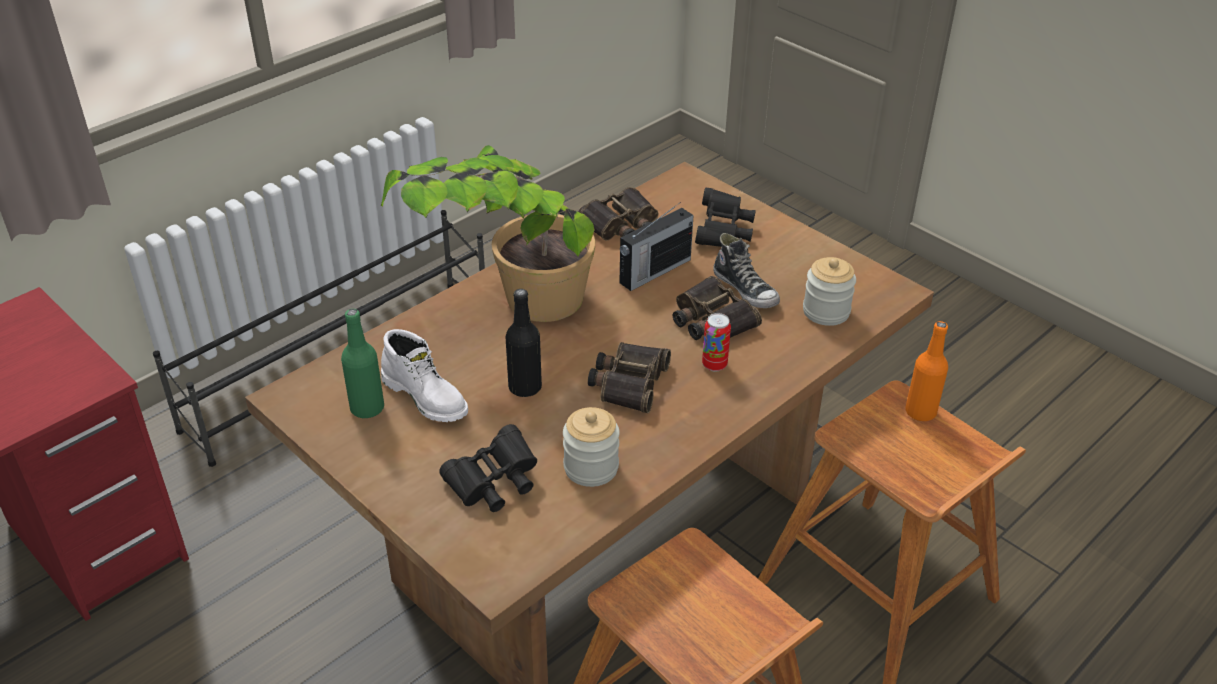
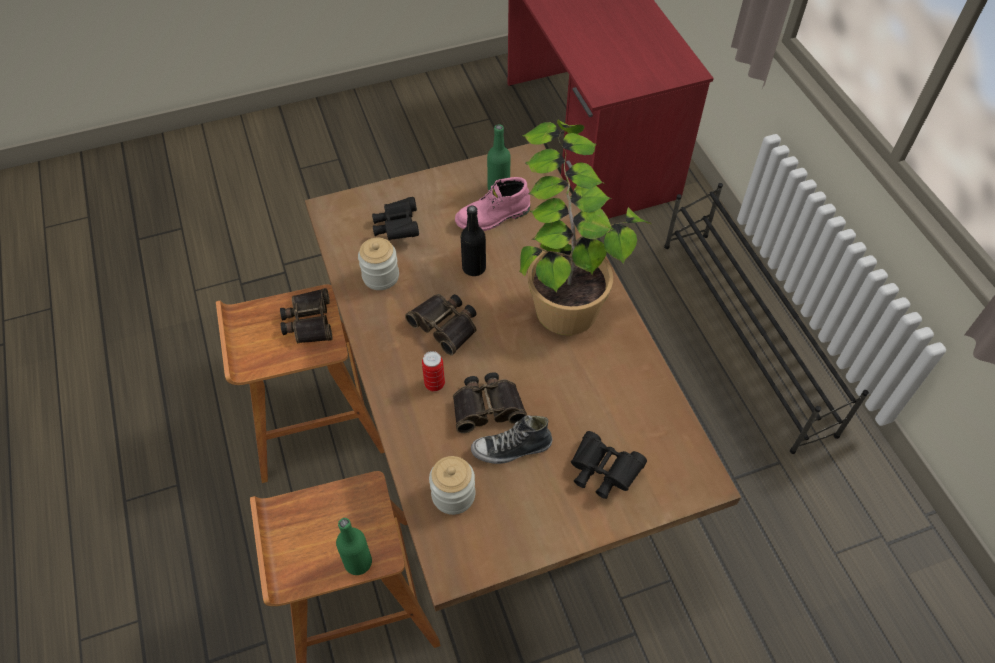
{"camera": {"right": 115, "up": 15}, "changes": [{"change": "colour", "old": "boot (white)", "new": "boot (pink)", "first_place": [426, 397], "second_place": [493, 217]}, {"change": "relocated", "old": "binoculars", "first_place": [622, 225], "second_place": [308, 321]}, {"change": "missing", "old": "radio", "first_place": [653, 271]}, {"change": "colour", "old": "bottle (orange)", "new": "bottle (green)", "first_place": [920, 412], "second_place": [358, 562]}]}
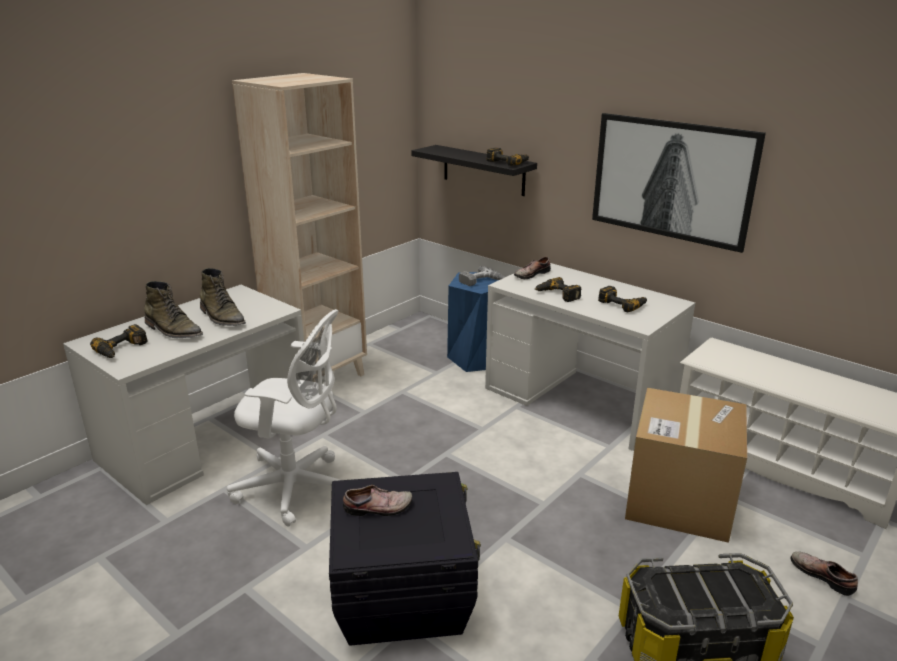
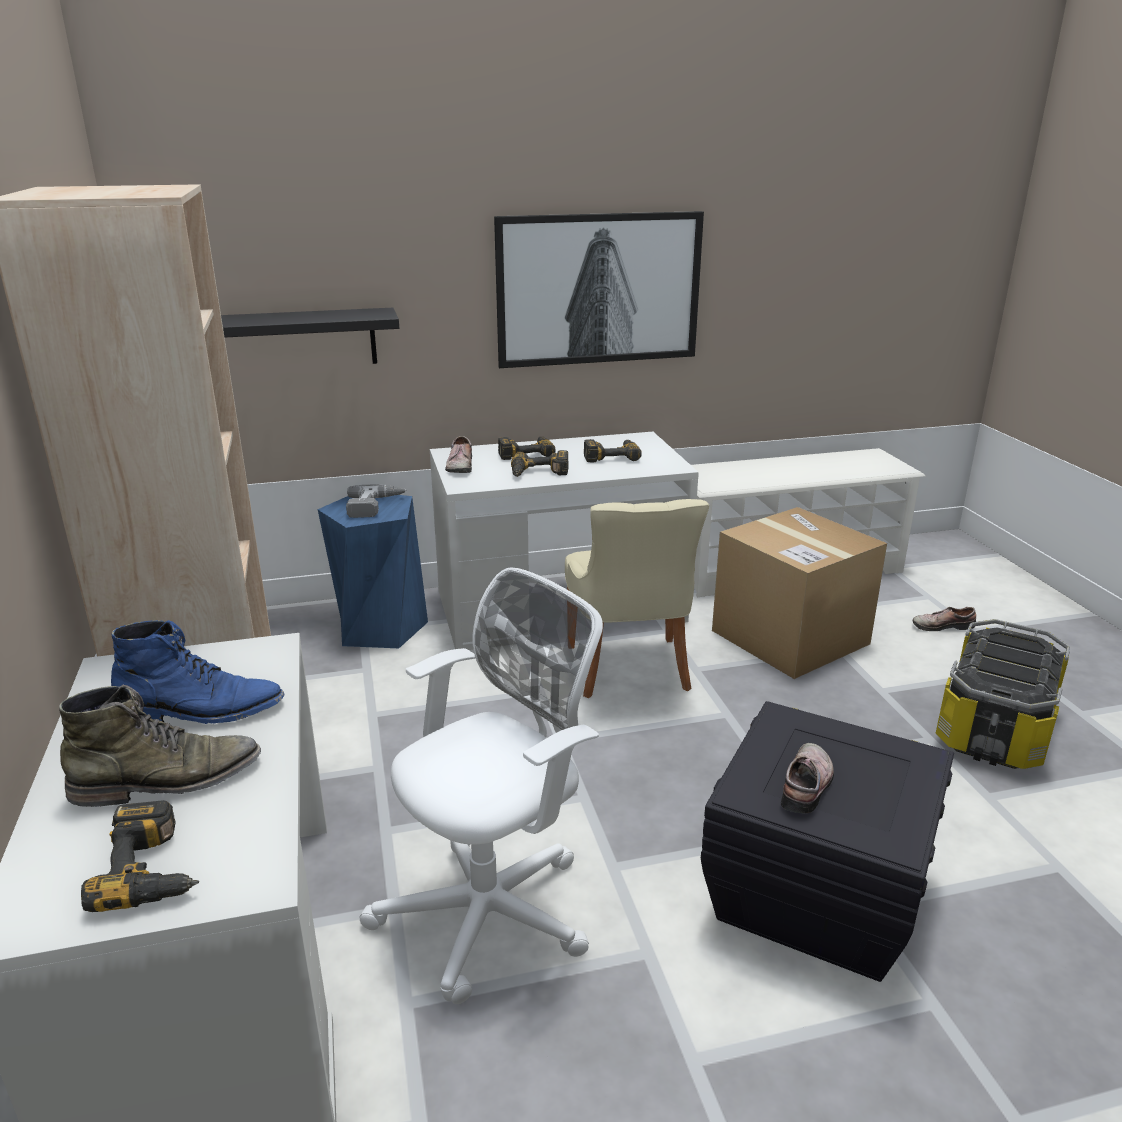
{"camera": {"right": -55, "up": 0}, "changes": [{"change": "colour", "old": "boot (green)", "new": "boot (blue)", "first_place": [222, 317], "second_place": [202, 711]}, {"change": "relocated", "old": "power drill", "first_place": [508, 162], "second_place": [525, 453]}, {"change": "appeared", "new": "chair (beige)", "second_place": [629, 670]}]}
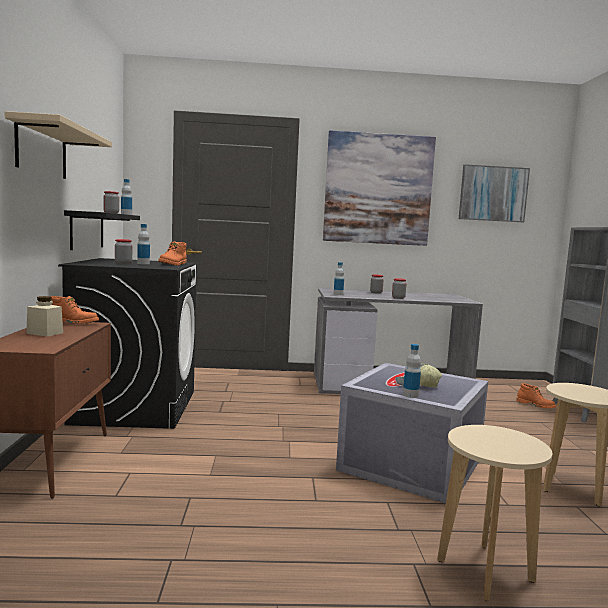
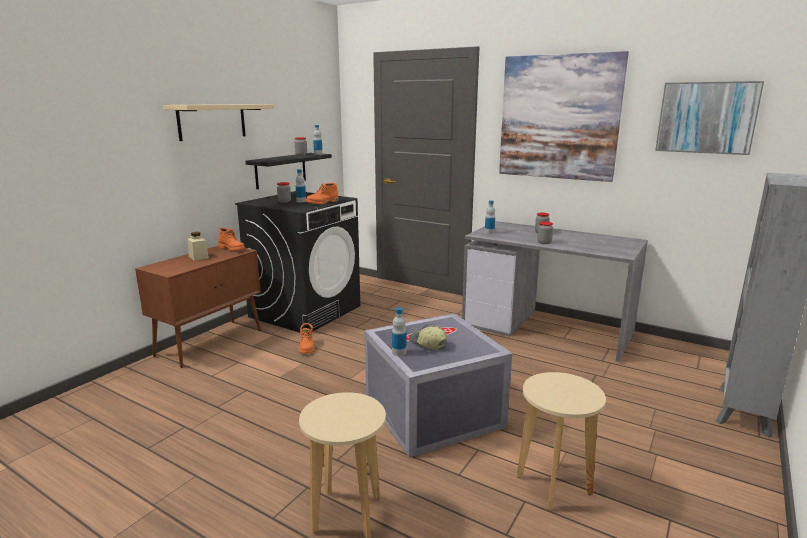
{"camera": {"right": 35, "up": 10}, "changes": [{"change": "relocated", "old": "boot (orange)", "first_place": [536, 405], "second_place": [307, 347]}]}
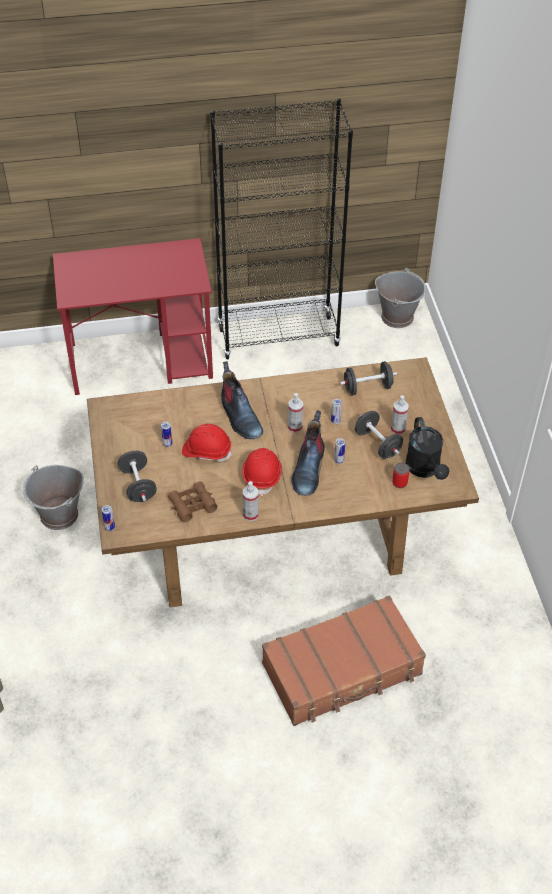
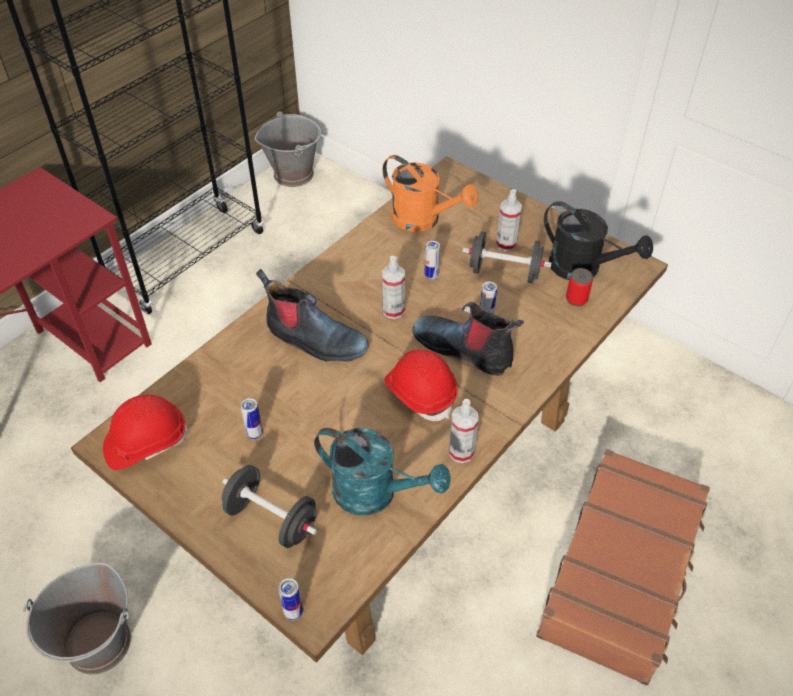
{"camera": {"right": -40, "up": 0}, "changes": [{"change": "exchanged", "old": "binoculars (brown)", "new": "watering can (turquoise)", "first_place": [192, 505], "second_place": [375, 493]}, {"change": "relocated", "old": "hard hat (red)", "first_place": [206, 451], "second_place": [146, 442]}, {"change": "spun", "old": "boot", "first_place": [308, 469], "second_place": [464, 349], "degrees": 150}, {"change": "exchanged", "old": "dumbbell (black)", "new": "watering can (orange)", "first_place": [367, 388], "second_place": [423, 220]}]}
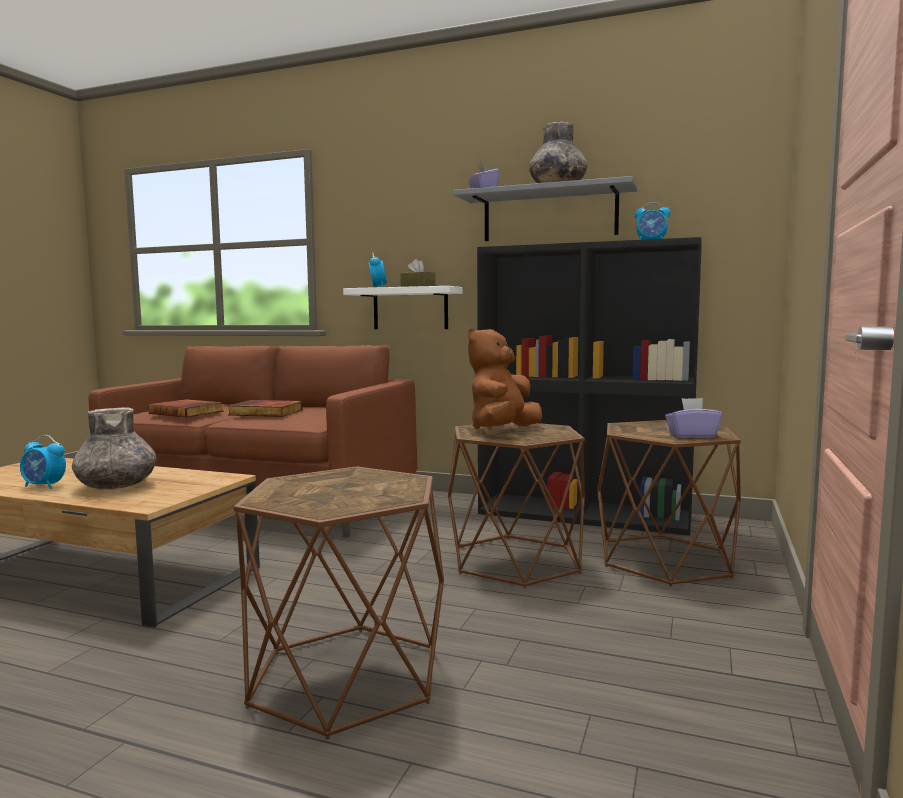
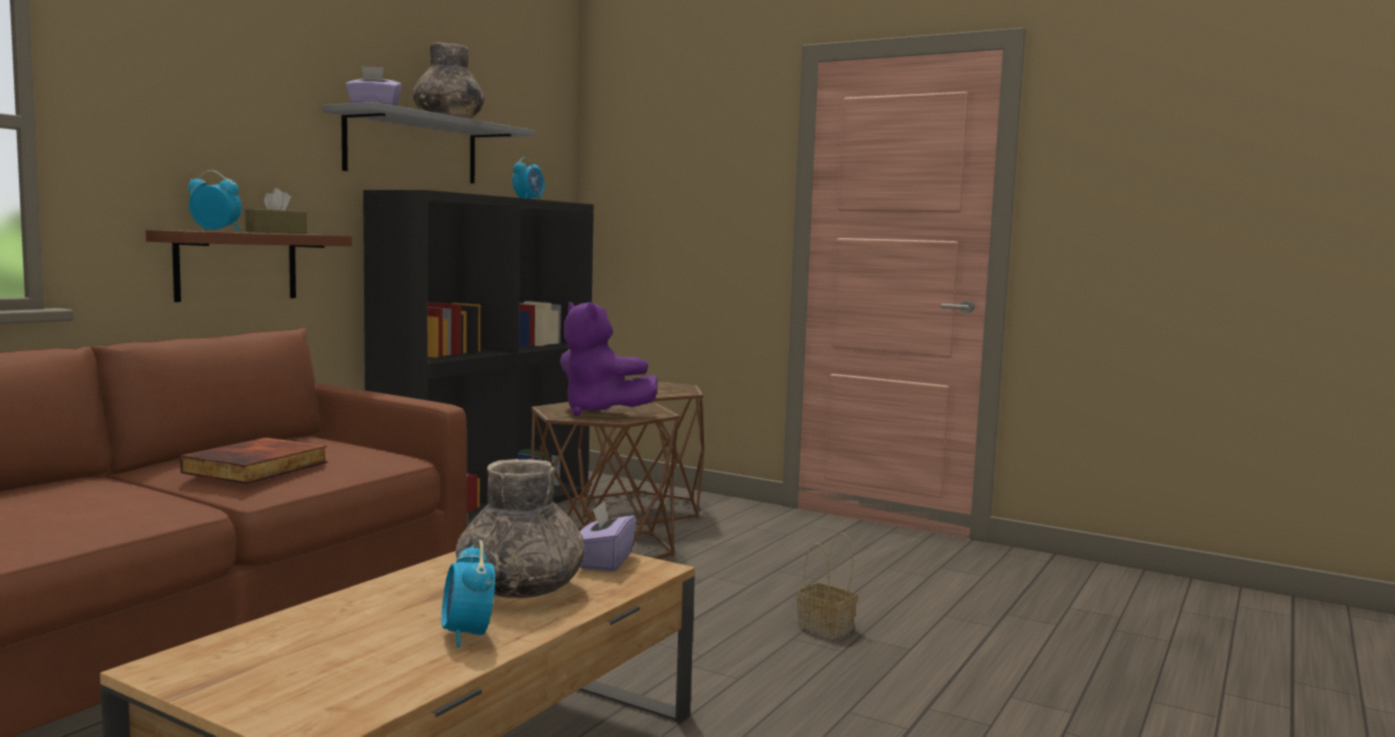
{"camera": {"right": -80, "up": 0}, "changes": [{"change": "spun", "old": "alarm clock", "first_place": [44, 486], "second_place": [467, 635], "degrees": 135}, {"change": "missing", "old": "book", "first_place": [187, 412]}, {"change": "exchanged", "old": "side table (brown)", "new": "basket", "first_place": [345, 676], "second_place": [827, 627]}, {"change": "colour", "old": "shelf (white)", "new": "shelf (brown)", "first_place": [410, 308], "second_place": [236, 266]}, {"change": "colour", "old": "plush toy (brown)", "new": "plush toy (purple)", "first_place": [502, 431], "second_place": [599, 412]}, {"change": "relocated", "old": "tissue box (purple)", "first_place": [692, 435], "second_place": [604, 562]}]}
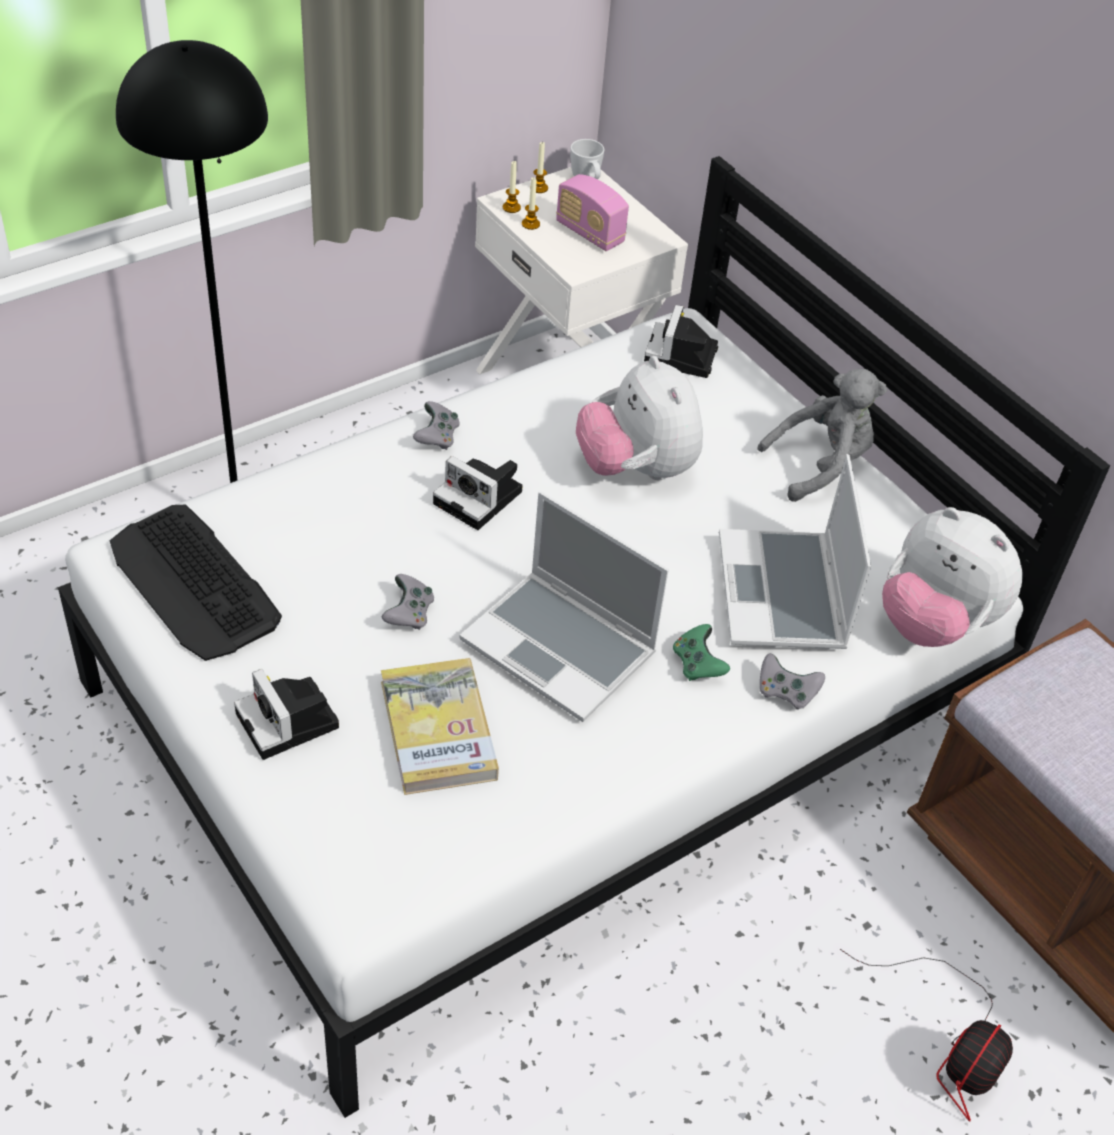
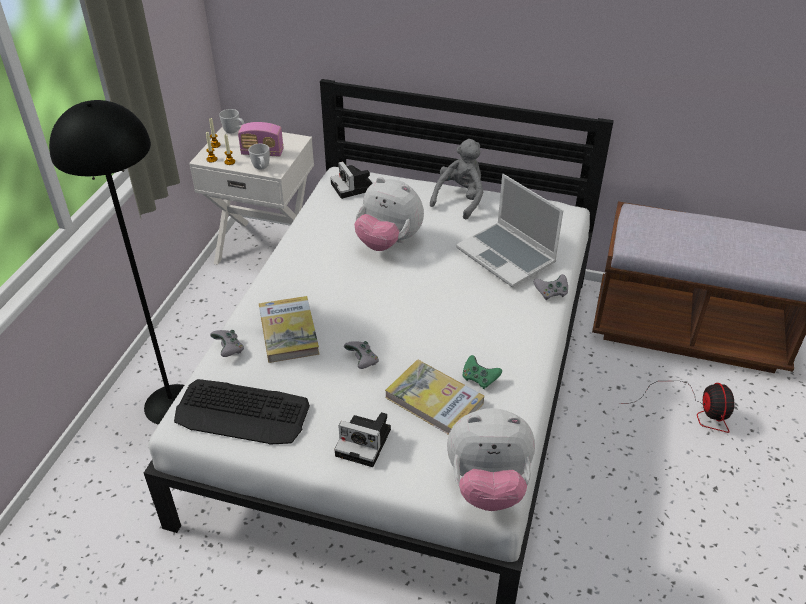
{"camera": {"right": -35, "up": -5}, "changes": [{"change": "relocated", "old": "game controller (grey)", "first_place": [437, 437], "second_place": [229, 349]}, {"change": "missing", "old": "photo camera", "first_place": [481, 498]}, {"change": "missing", "old": "laptop", "first_place": [561, 648]}, {"change": "relocated", "old": "game controller (green)", "first_place": [697, 664], "second_place": [479, 379]}, {"change": "relocated", "old": "plush toy", "first_place": [934, 623], "second_place": [488, 485]}, {"change": "appeared", "new": "mug (white)", "second_place": [262, 169]}, {"change": "appeared", "new": "book", "second_place": [288, 332]}]}
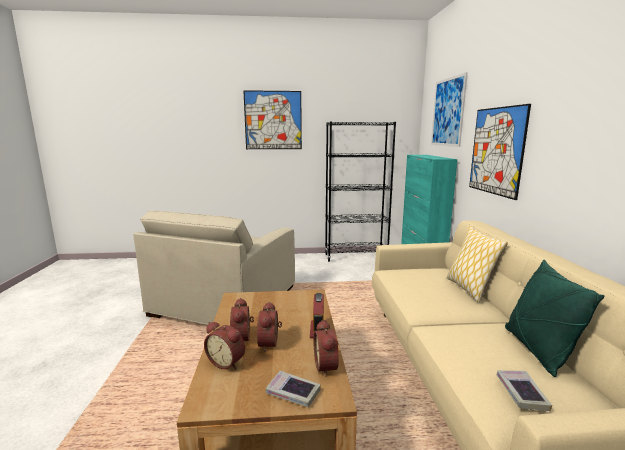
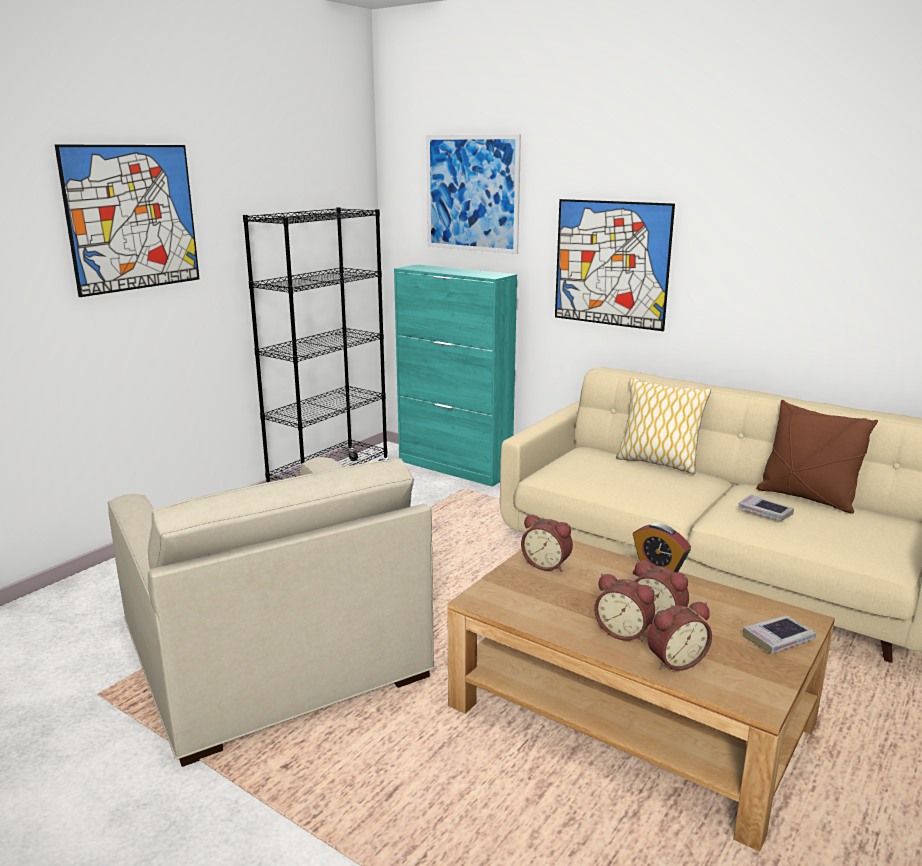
{"camera": {"right": -50, "up": 5}, "changes": [{"change": "relocated", "old": "alarm clock", "first_place": [327, 366], "second_place": [547, 564]}, {"change": "relocated", "old": "book", "first_place": [521, 393], "second_place": [765, 512]}, {"change": "colour", "old": "pillow (green)", "new": "pillow (brown)", "first_place": [537, 350], "second_place": [807, 498]}]}
